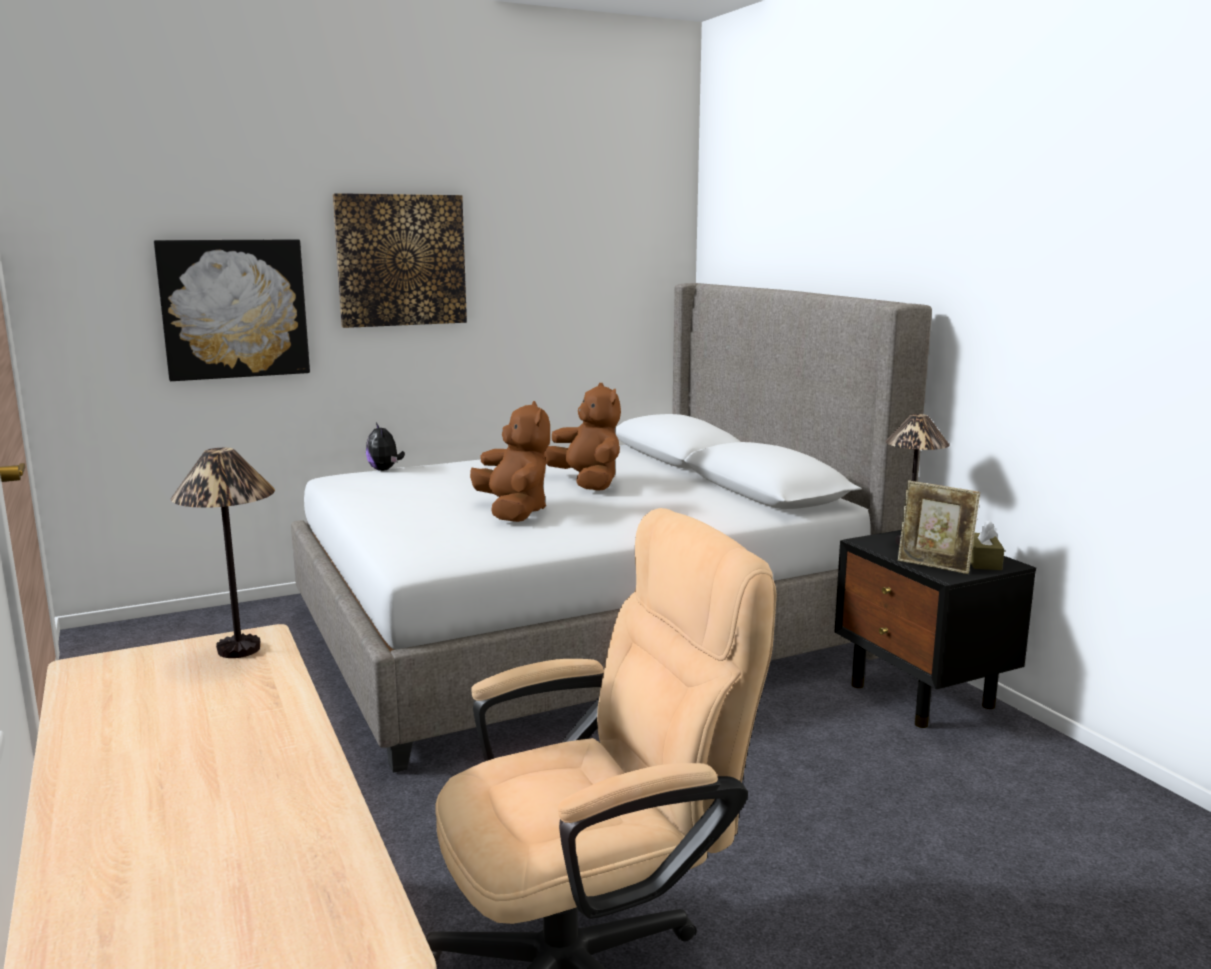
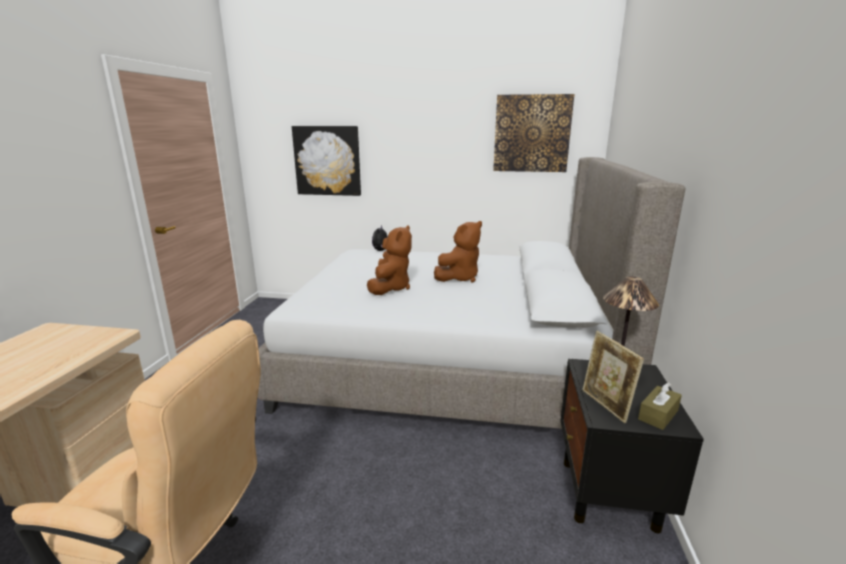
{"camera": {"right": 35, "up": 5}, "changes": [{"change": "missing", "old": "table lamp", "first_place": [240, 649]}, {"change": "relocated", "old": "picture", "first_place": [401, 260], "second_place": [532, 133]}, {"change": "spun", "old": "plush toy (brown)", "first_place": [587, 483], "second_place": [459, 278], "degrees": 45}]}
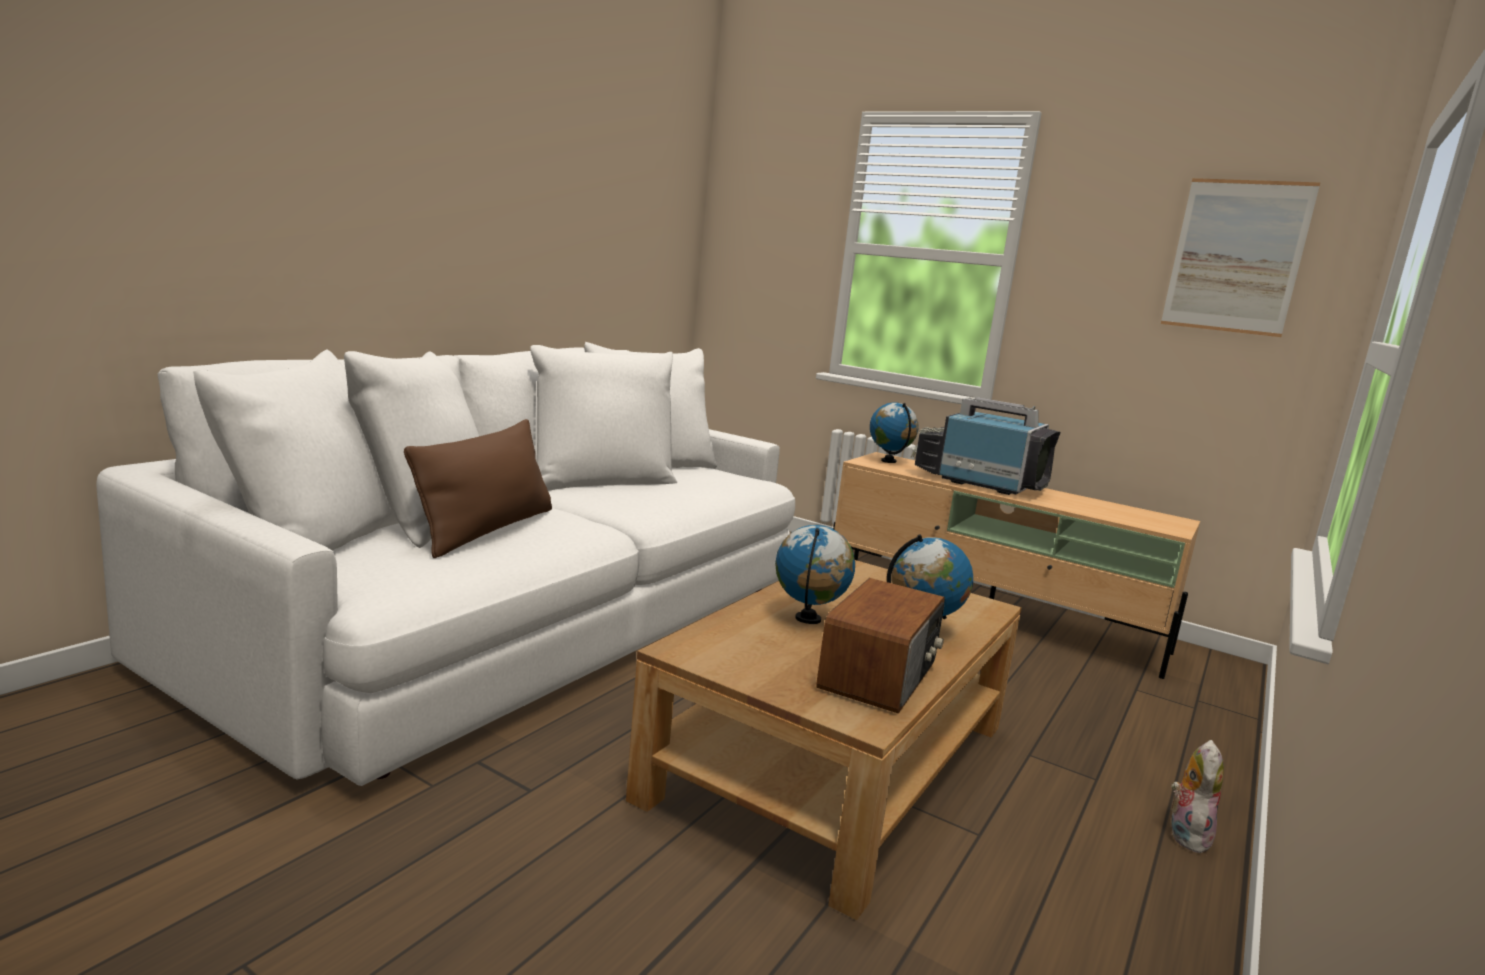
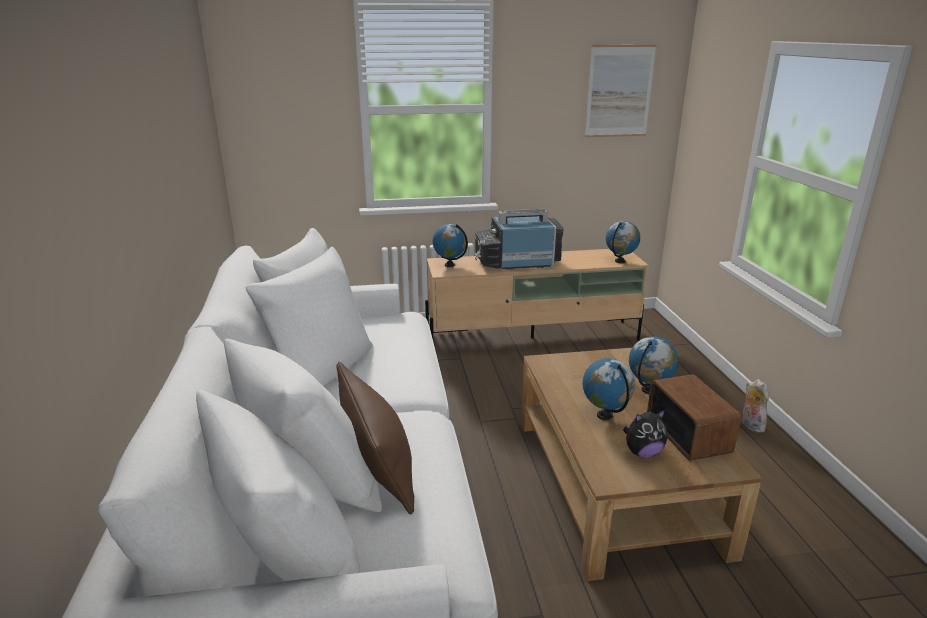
{"camera": {"right": -40, "up": 10}, "changes": [{"change": "appeared", "new": "globe", "second_place": [620, 261]}, {"change": "appeared", "new": "plush toy", "second_place": [642, 452]}]}
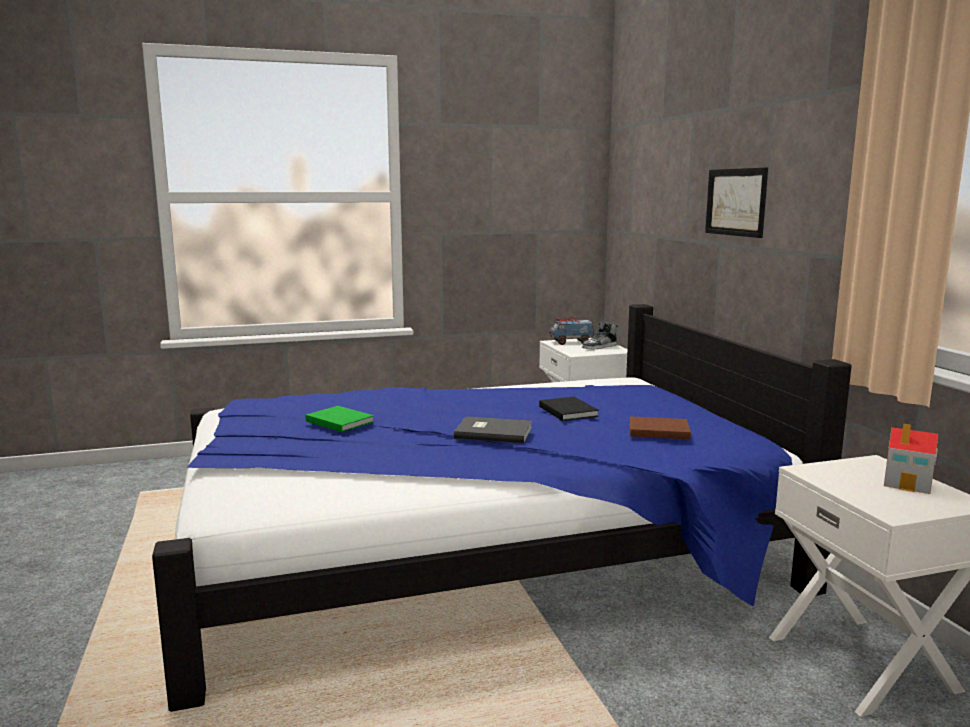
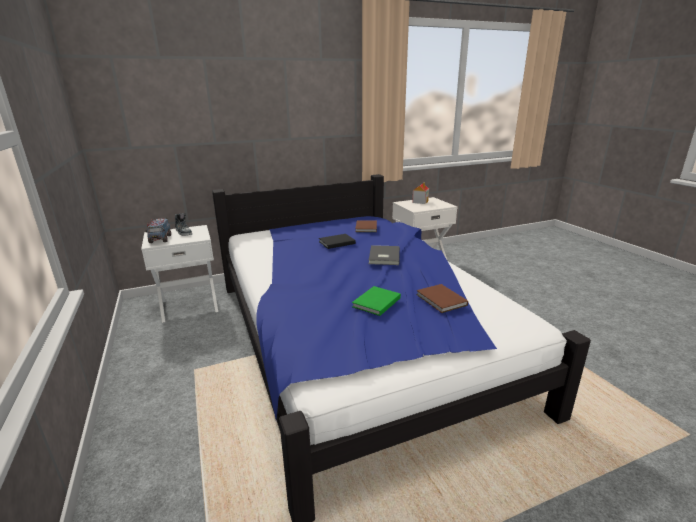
{"camera": {"right": -95, "up": 10}, "changes": [{"change": "missing", "old": "picture", "first_place": [735, 202]}, {"change": "appeared", "new": "book (brown)", "second_place": [441, 300]}]}
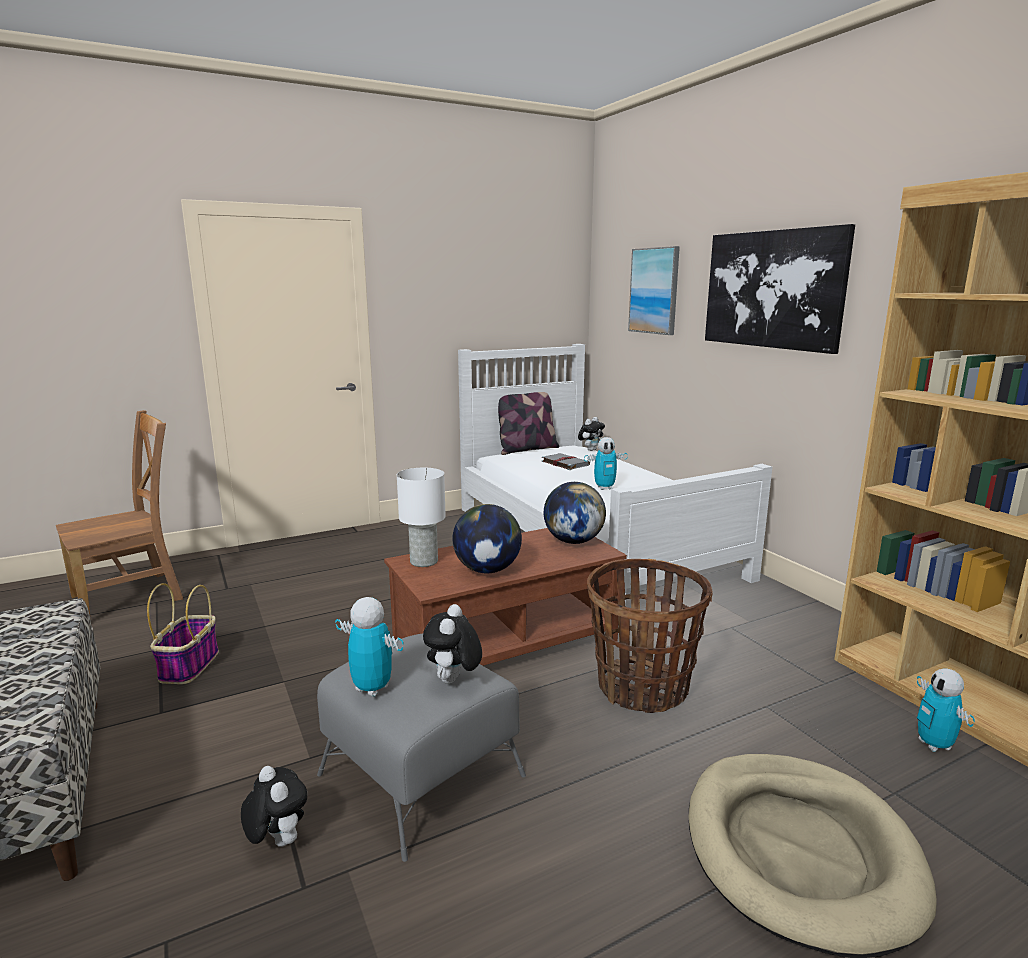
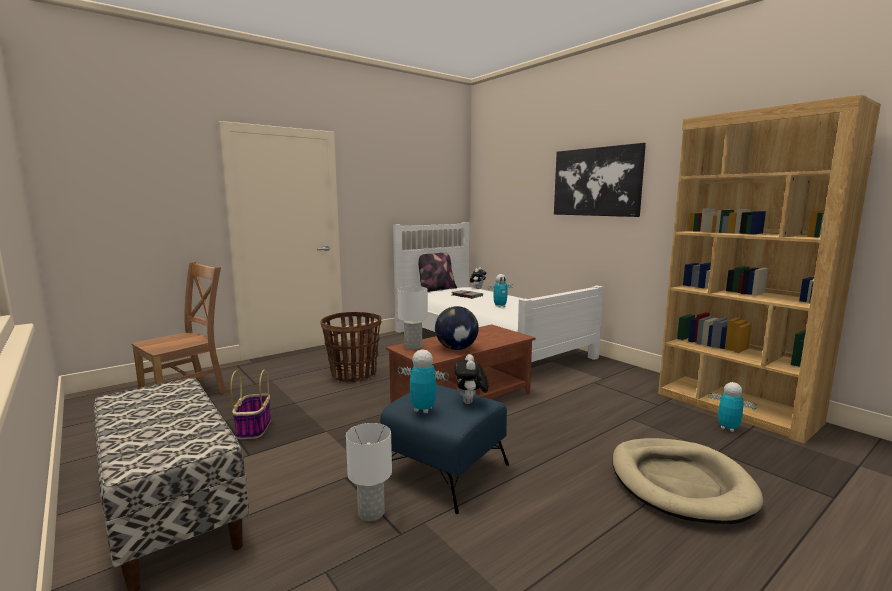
{"camera": {"right": -10, "up": -5}, "changes": [{"change": "exchanged", "old": "plush toy", "new": "table lamp (white)", "first_place": [277, 841], "second_place": [370, 513]}, {"change": "colour", "old": "ottoman (grey)", "new": "ottoman (blue)", "first_place": [421, 774], "second_place": [444, 470]}, {"change": "missing", "old": "globe", "first_place": [573, 541]}, {"change": "relocated", "old": "basket", "first_place": [642, 688], "second_place": [354, 374]}, {"change": "missing", "old": "picture", "first_place": [654, 291]}, {"change": "spun", "old": "toy robot", "first_place": [934, 745], "second_place": [728, 428], "degrees": 150}]}
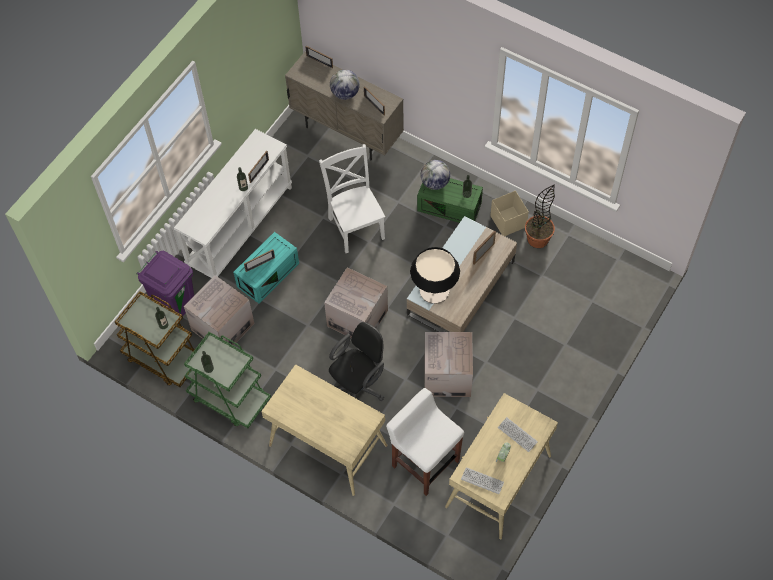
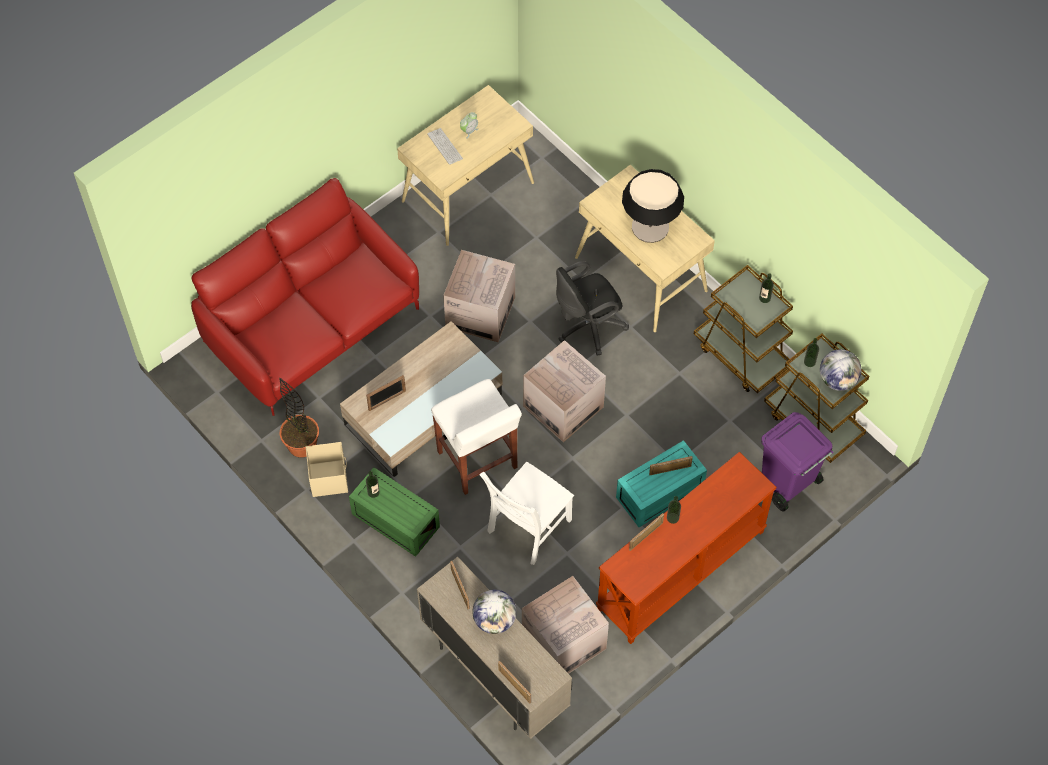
{"camera": {"right": -165, "up": 0}, "changes": [{"change": "colour", "old": "console table (white)", "new": "console table (brown)", "first_place": [239, 226], "second_place": [681, 571]}, {"change": "relocated", "old": "cardboard box", "first_place": [222, 326], "second_place": [564, 641]}, {"change": "colour", "old": "cart (green)", "new": "cart (brown)", "first_place": [229, 398], "second_place": [741, 355]}, {"change": "spun", "old": "chair (white)", "first_place": [356, 226], "second_place": [527, 528], "degrees": 45}, {"change": "relocated", "old": "stool (white)", "first_place": [425, 463], "second_place": [477, 461]}, {"change": "relocated", "old": "table lamp", "first_place": [434, 290], "second_place": [650, 227]}, {"change": "relocated", "old": "globe", "first_place": [435, 183], "second_place": [837, 380]}, {"change": "missing", "old": "keyboard", "first_place": [482, 481]}, {"change": "appeared", "new": "sofa (red)", "second_place": [312, 325]}]}
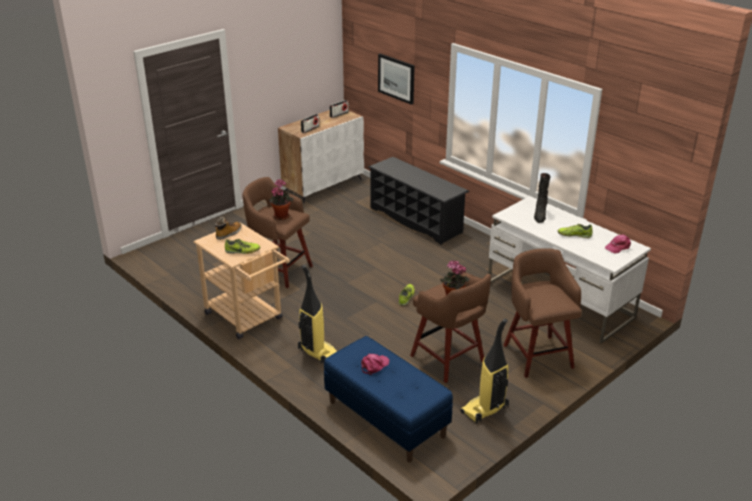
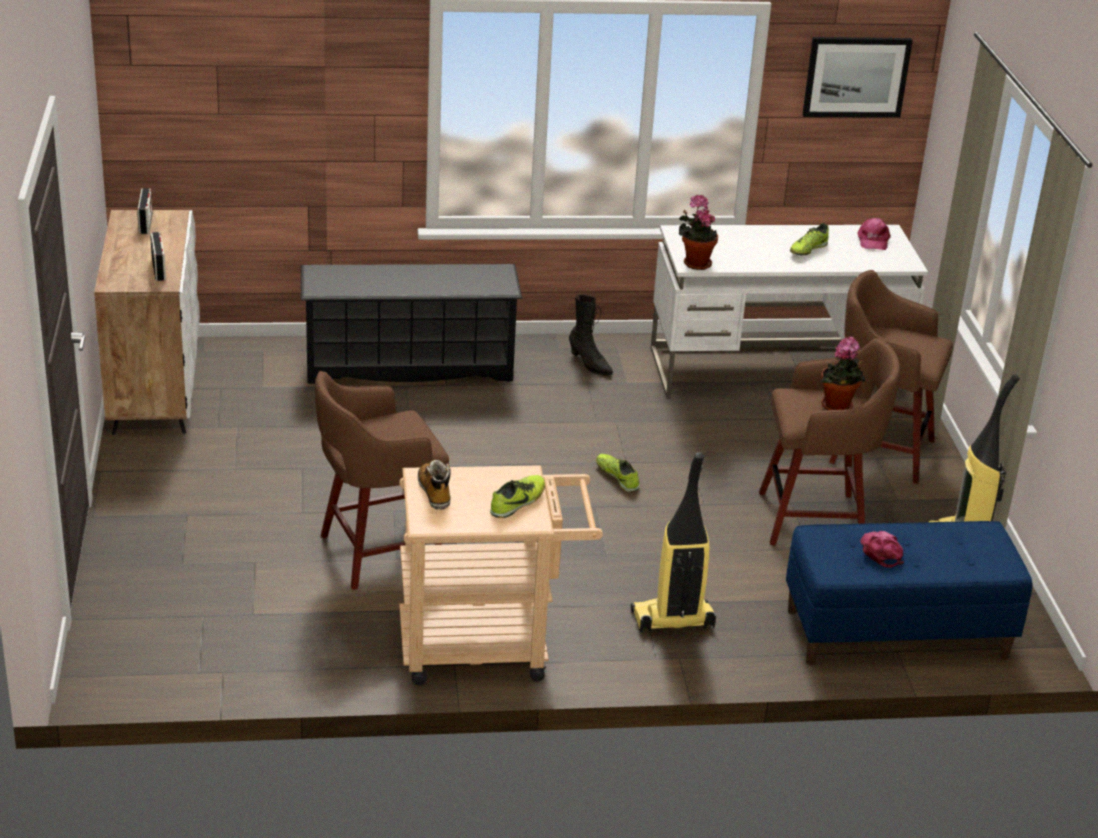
{"camera": {"right": -55, "up": 0}, "changes": [{"change": "relocated", "old": "potted plant", "first_place": [281, 215], "second_place": [695, 263]}, {"change": "relocated", "old": "picture", "first_place": [396, 78], "second_place": [856, 76]}, {"change": "relocated", "old": "boot (black)", "first_place": [540, 215], "second_place": [589, 364]}]}
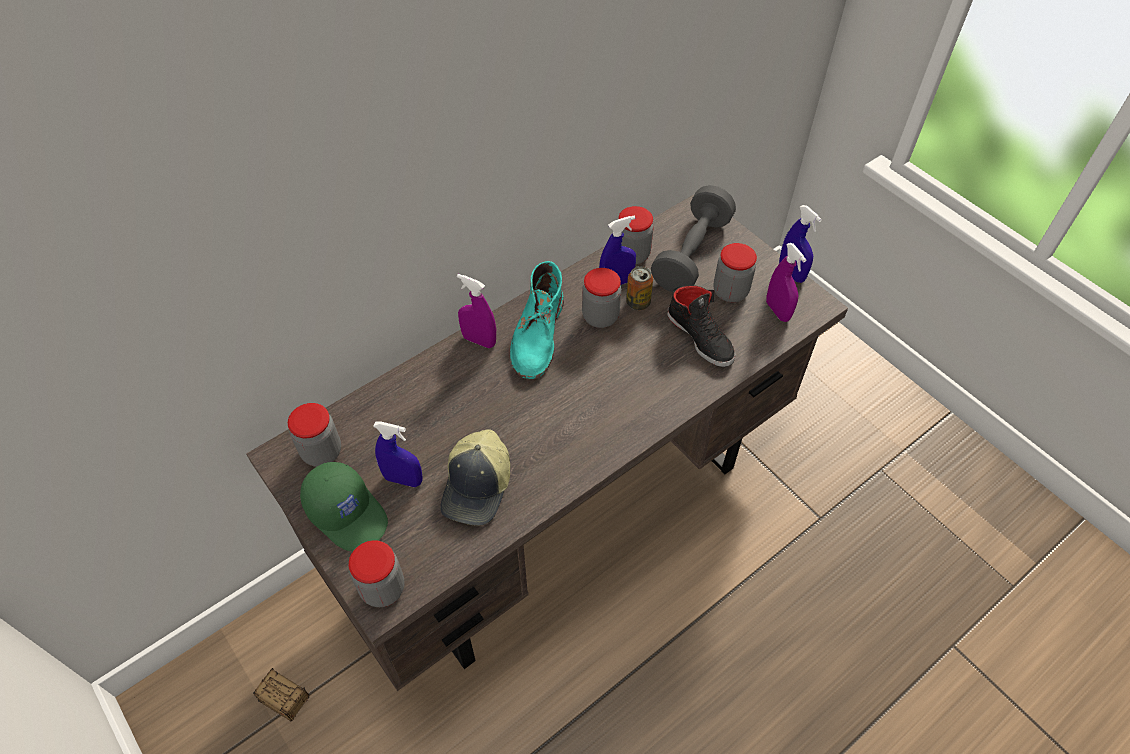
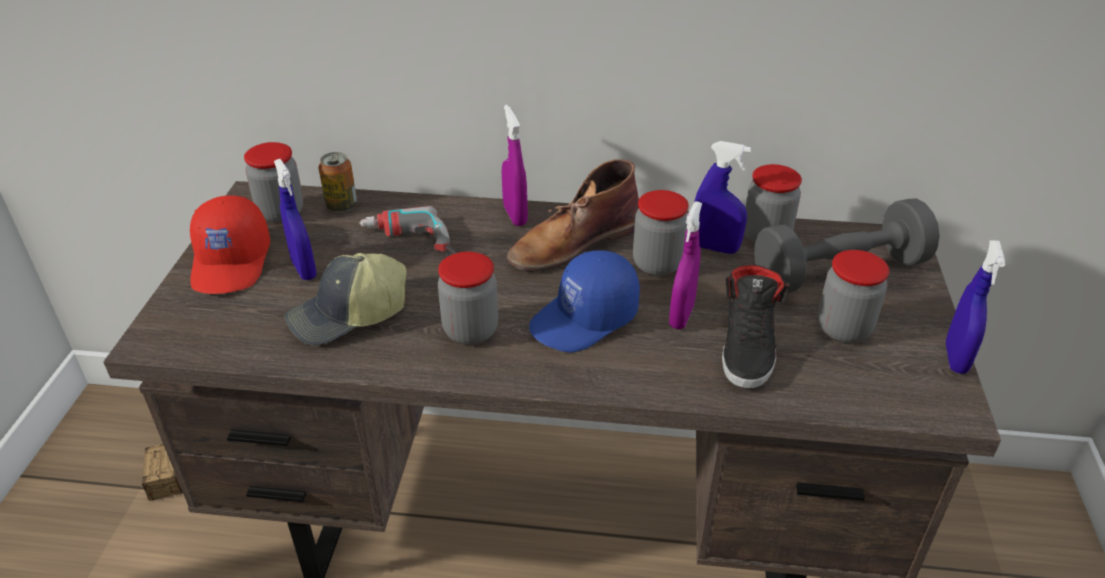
{"camera": {"right": 45, "up": -15}, "changes": [{"change": "colour", "old": "cap (green)", "new": "cap (red)", "first_place": [348, 513], "second_place": [232, 262]}, {"change": "relocated", "old": "jar", "first_place": [383, 588], "second_place": [470, 330]}, {"change": "colour", "old": "boot (turquoise)", "new": "boot (brown)", "first_place": [537, 335], "second_place": [573, 242]}, {"change": "relocated", "old": "can", "first_place": [638, 302], "second_place": [341, 206]}, {"change": "relocated", "old": "spray bottle (purple)", "first_place": [777, 311], "second_place": [681, 316]}, {"change": "appeared", "new": "power drill", "second_place": [411, 247]}, {"change": "appeared", "new": "cap (blue)", "second_place": [585, 319]}]}
